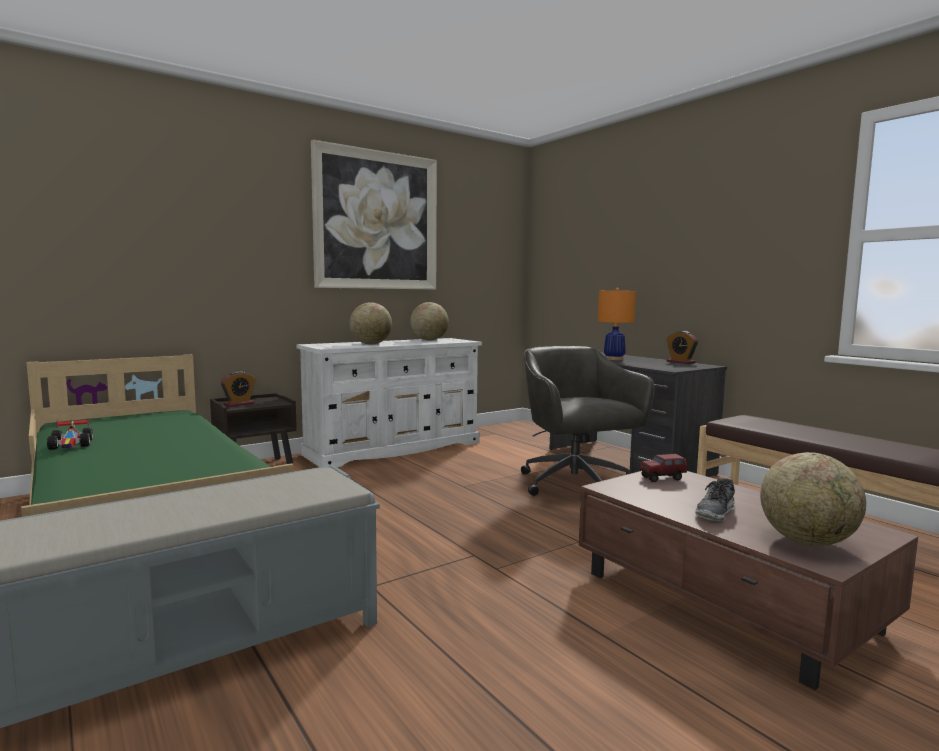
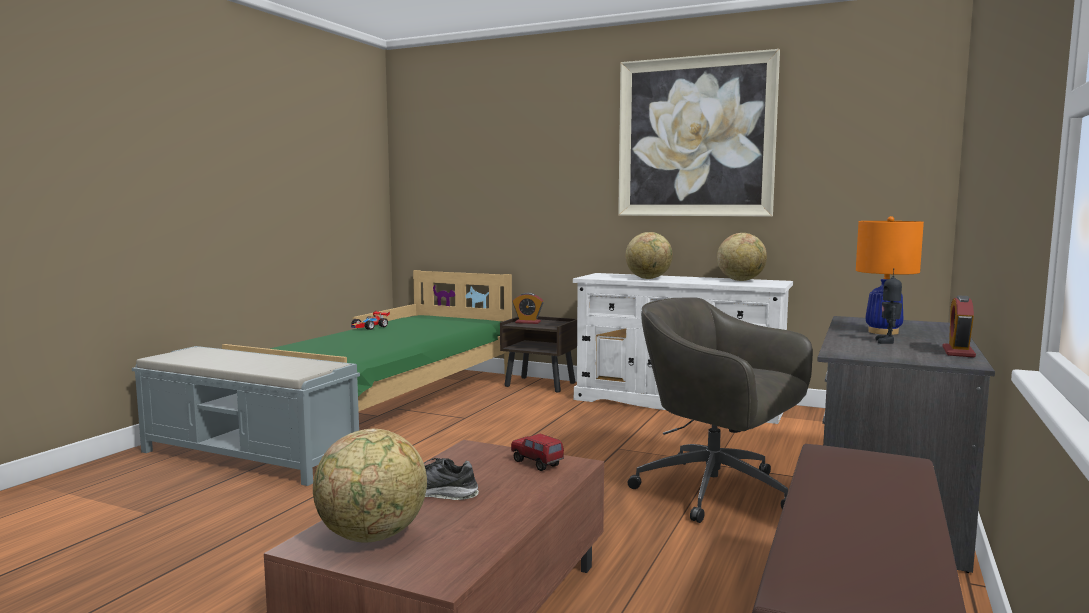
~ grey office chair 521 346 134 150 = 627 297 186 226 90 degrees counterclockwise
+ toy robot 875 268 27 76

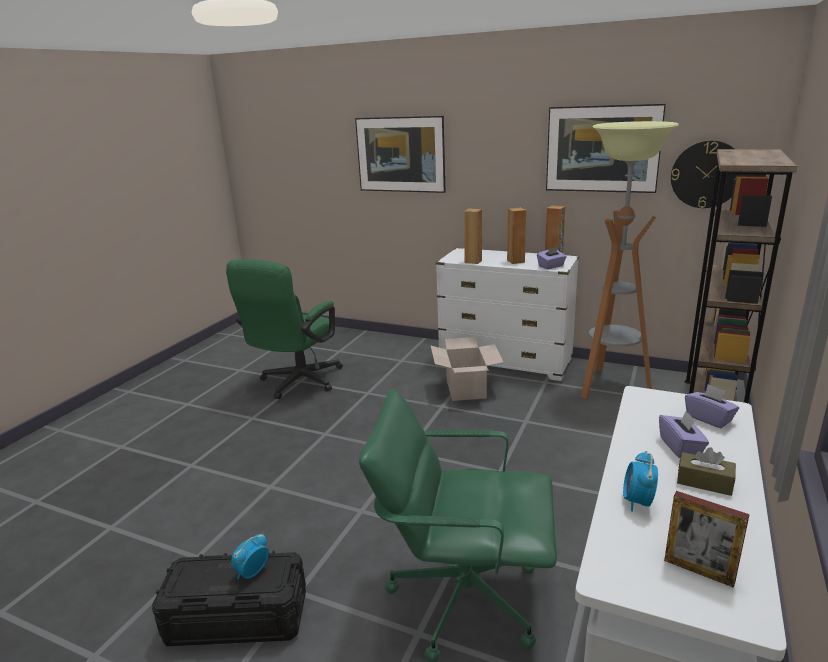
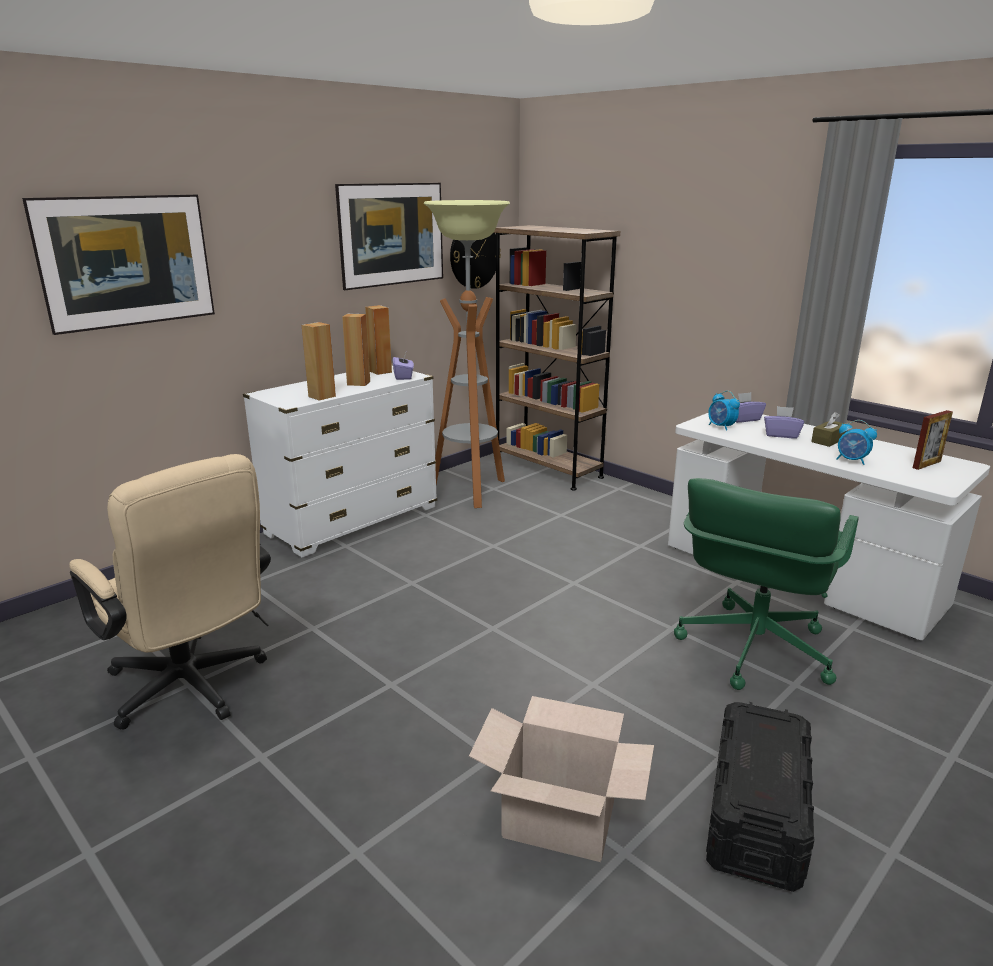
~ green office chair 226 259 117 140 to beige office chair 69 454 202 276
~ cardboard box 430 337 74 64 to 469 696 185 166
~ alarm clock 231 534 38 45 to 708 391 32 40

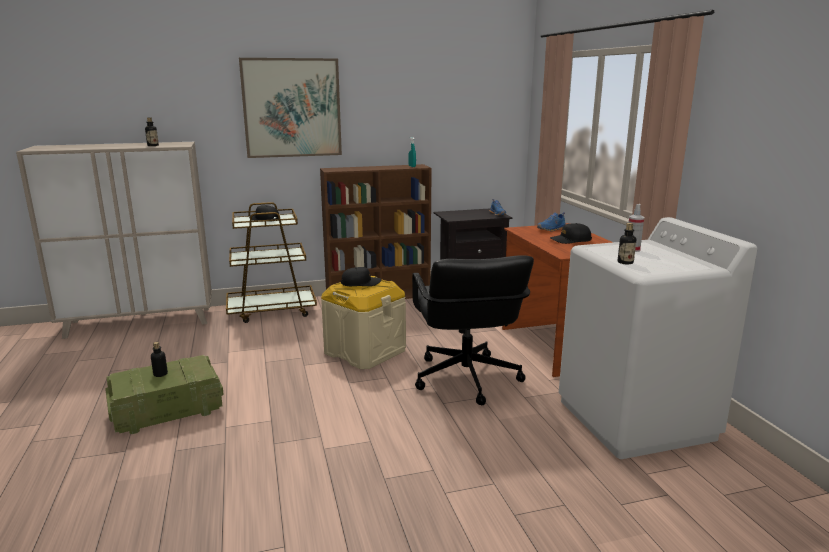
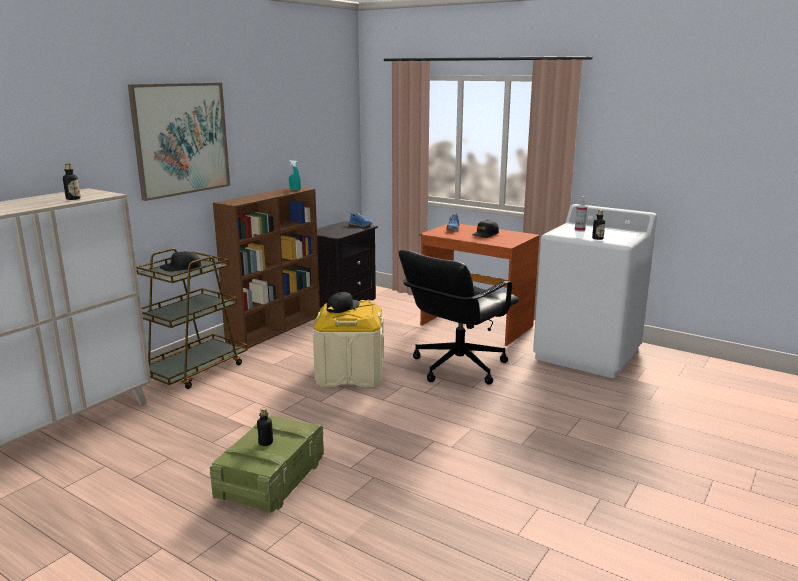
~ black office chair 412 255 122 150 = 399 250 120 135 90 degrees clockwise

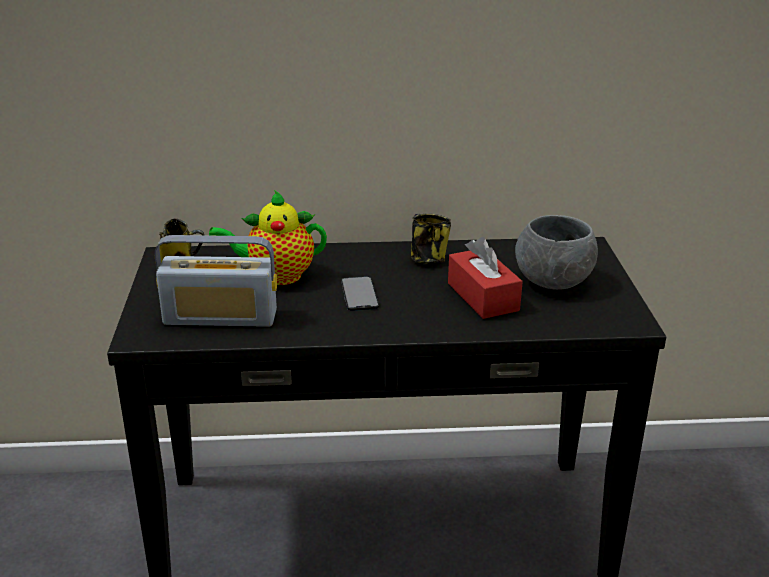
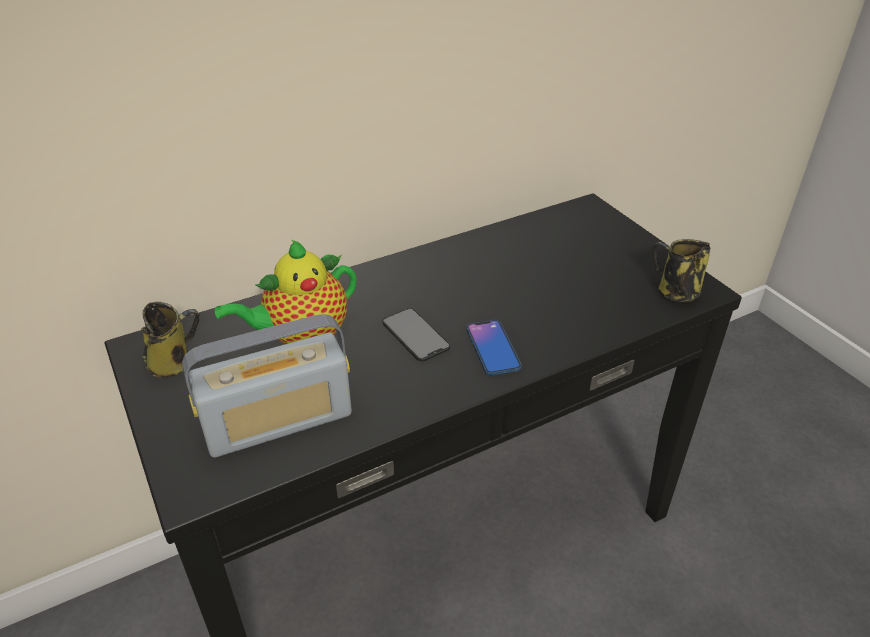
+ phone 466 320 56 56
~ mug 411 213 40 51 to 652 239 58 63
- red tissue box 448 237 75 82
- grey bowl 515 215 83 75

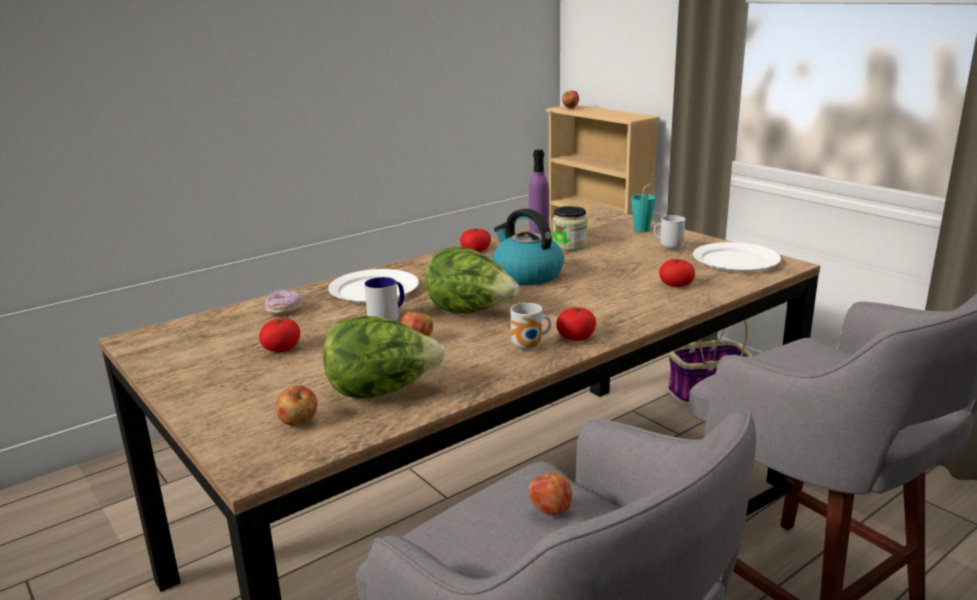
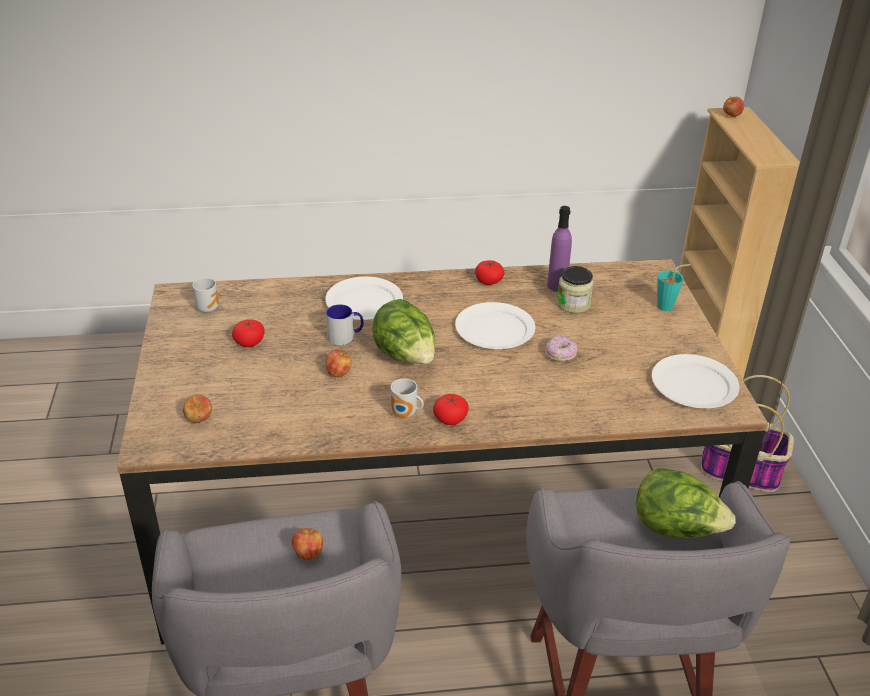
~ mug 654 215 31 35 to 192 278 27 35
~ kettle 492 209 72 76 to white plate 455 302 80 47
~ donut 265 290 37 25 to 545 336 33 26
~ lettuce 323 316 123 83 to 636 468 100 70
- tomato 659 259 36 28

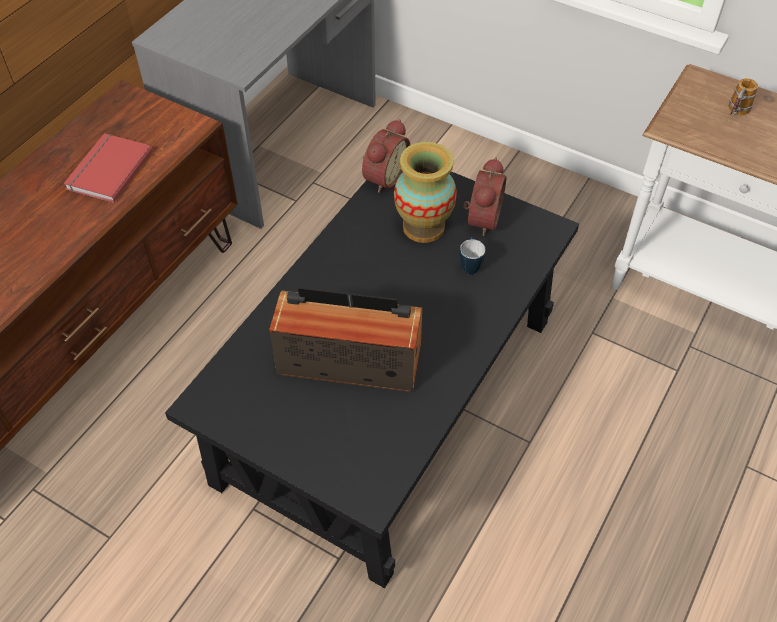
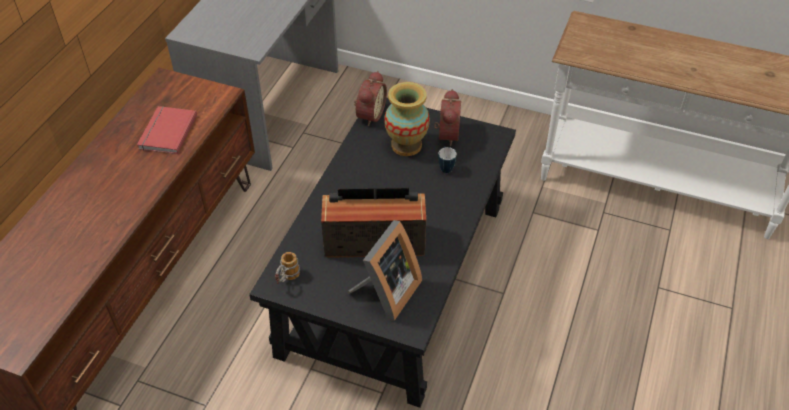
~ mug 728 78 30 37 to 275 252 25 32
+ picture frame 348 220 74 101

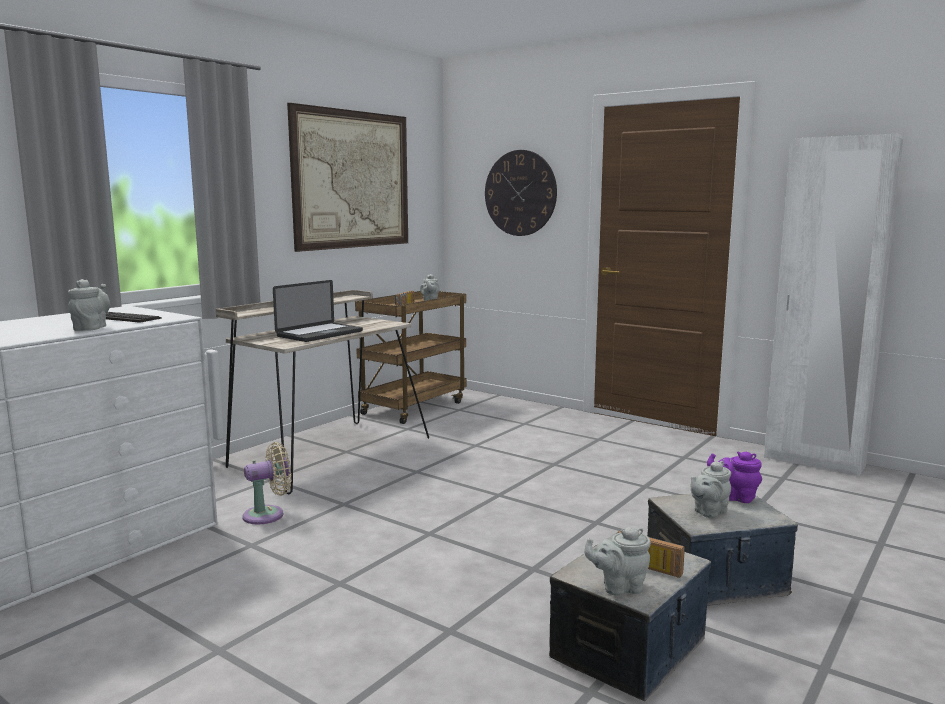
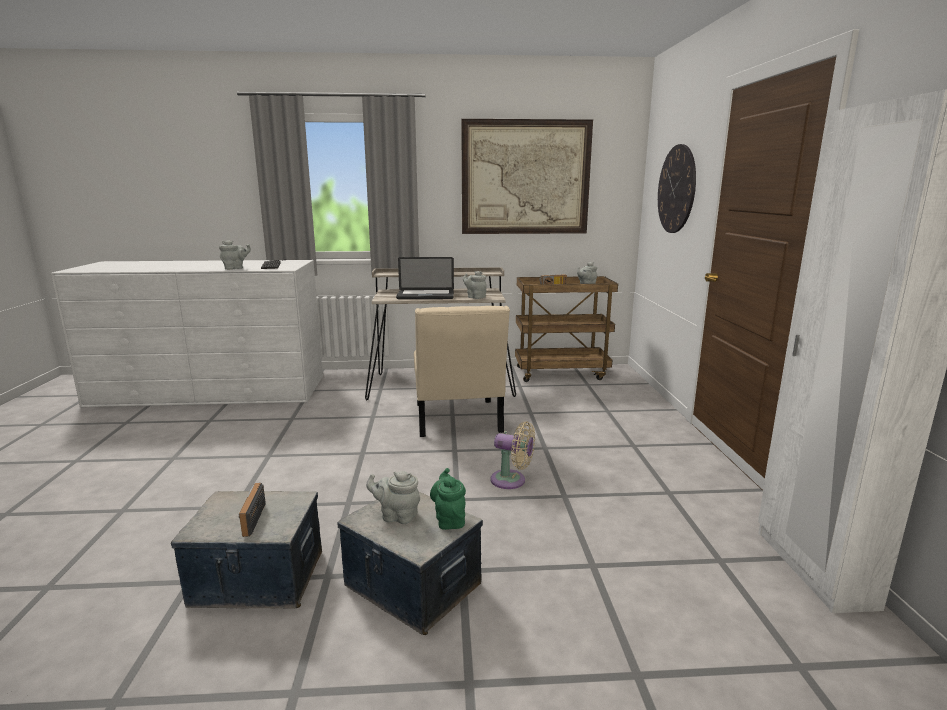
+ beige chair 414 306 96 131
~ purple teapot 707 452 55 51 to green teapot 430 468 36 62
~ grey teapot 584 527 67 69 to 463 271 24 28
~ beige fan 243 442 48 82 to 490 422 45 67

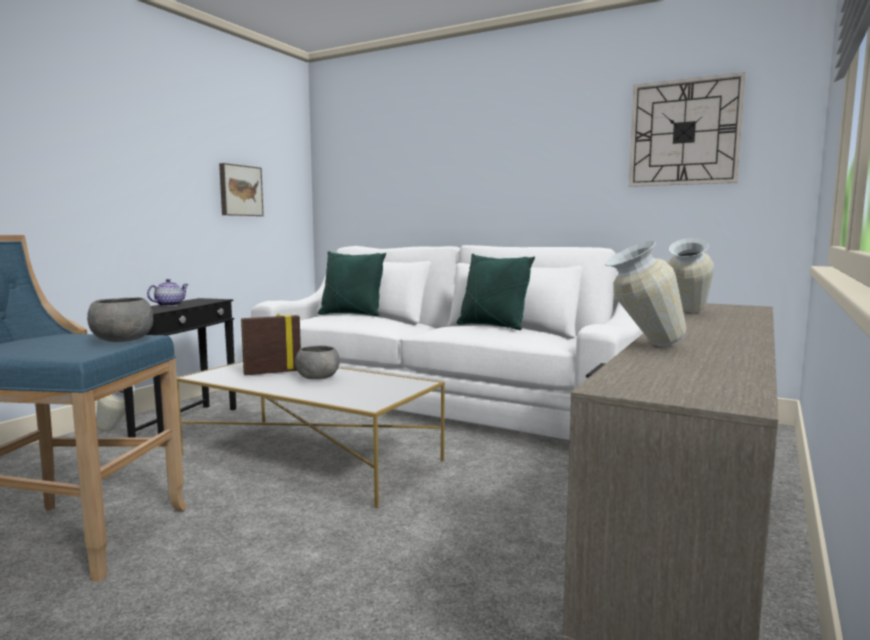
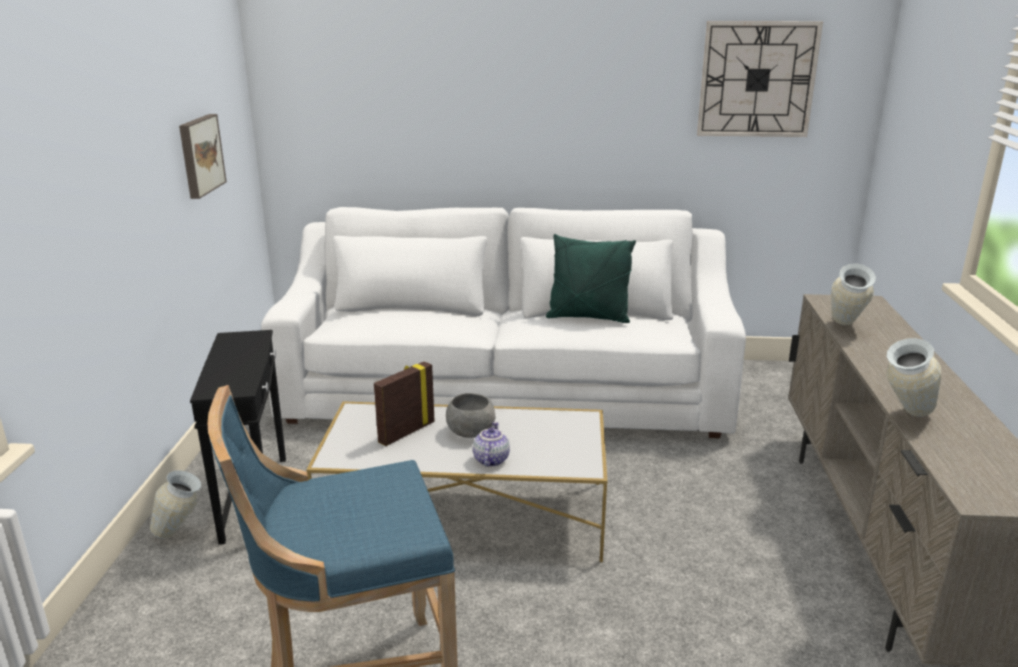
~ teapot 147 279 42 27 to 473 422 37 45
- grey bowl 87 297 66 45
- green pillow 318 251 68 65

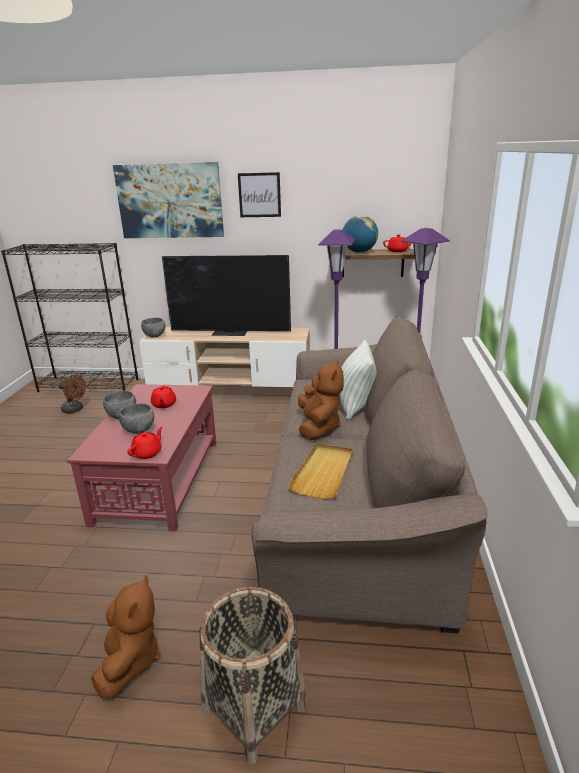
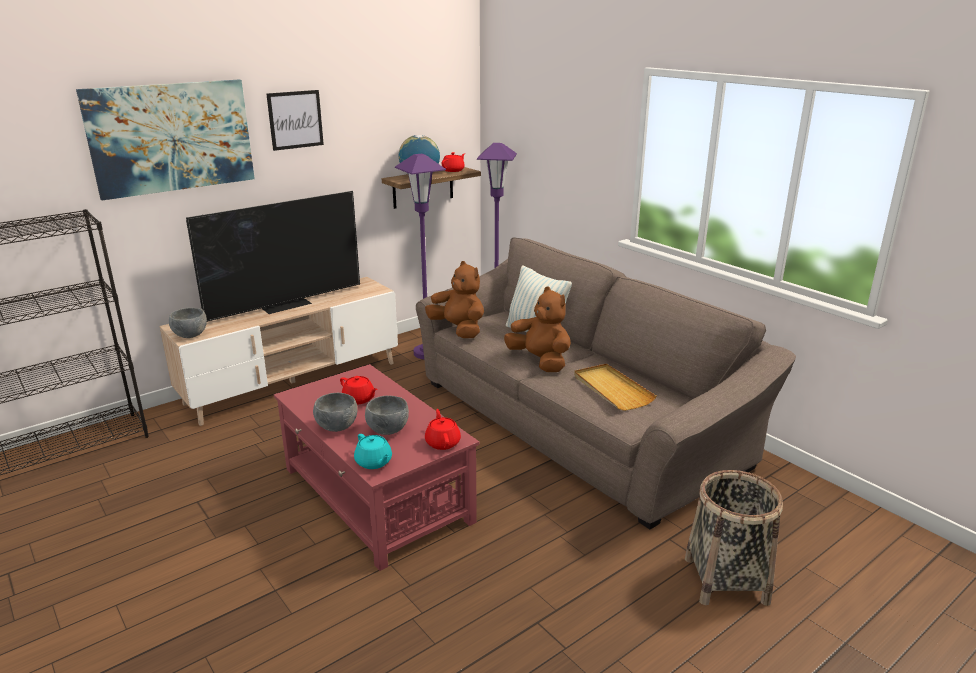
+ turquoise teapot 354 434 38 35
~ brown plush toy 91 575 69 124 to 425 261 59 77
- brown fan 59 374 27 39

